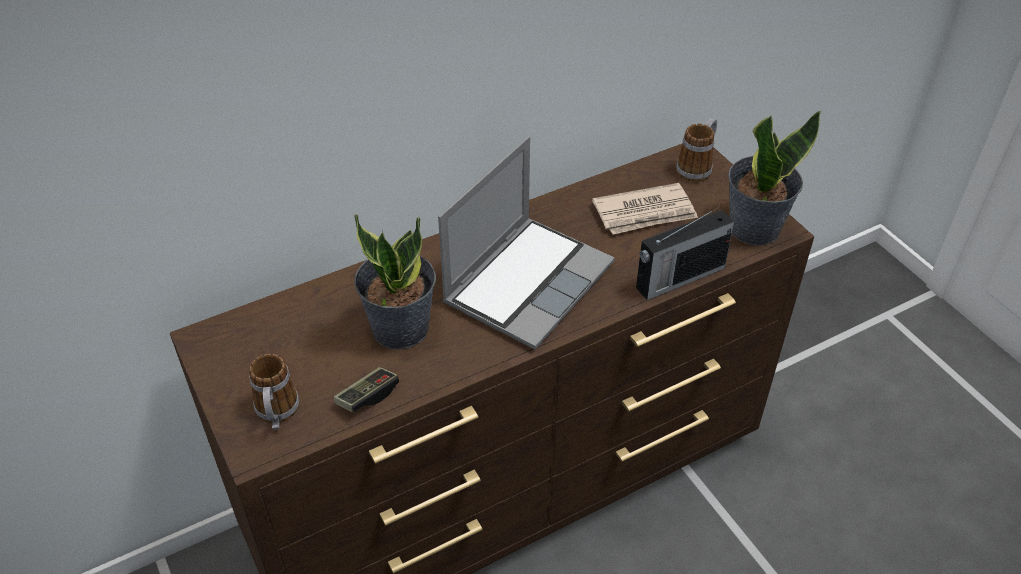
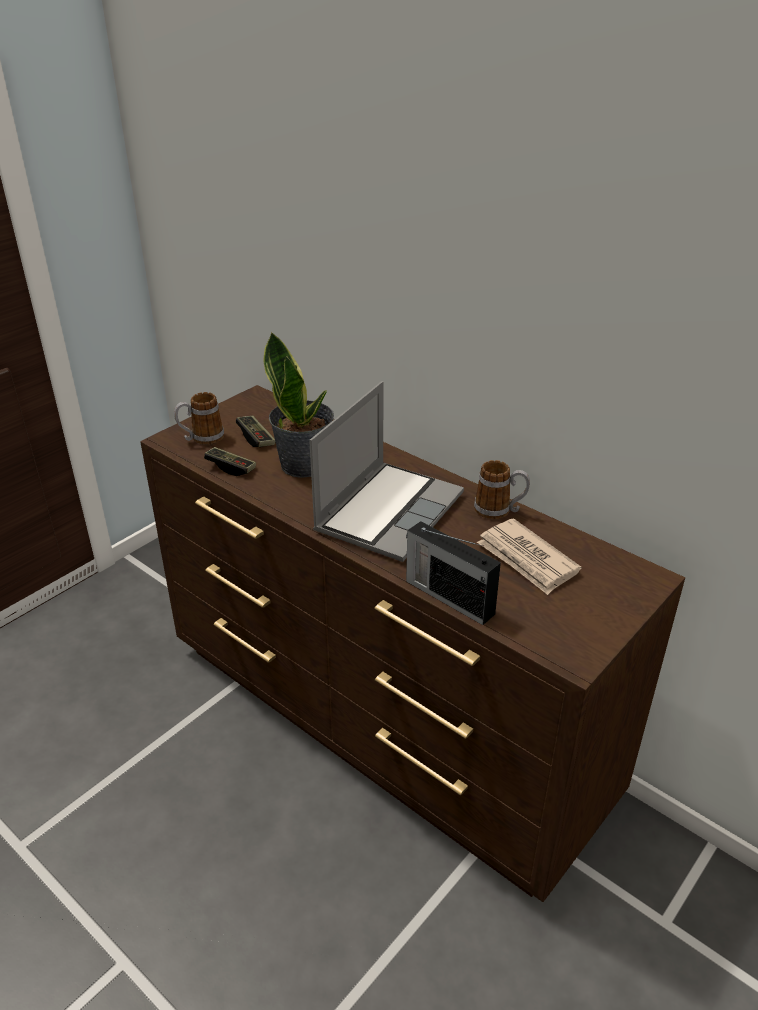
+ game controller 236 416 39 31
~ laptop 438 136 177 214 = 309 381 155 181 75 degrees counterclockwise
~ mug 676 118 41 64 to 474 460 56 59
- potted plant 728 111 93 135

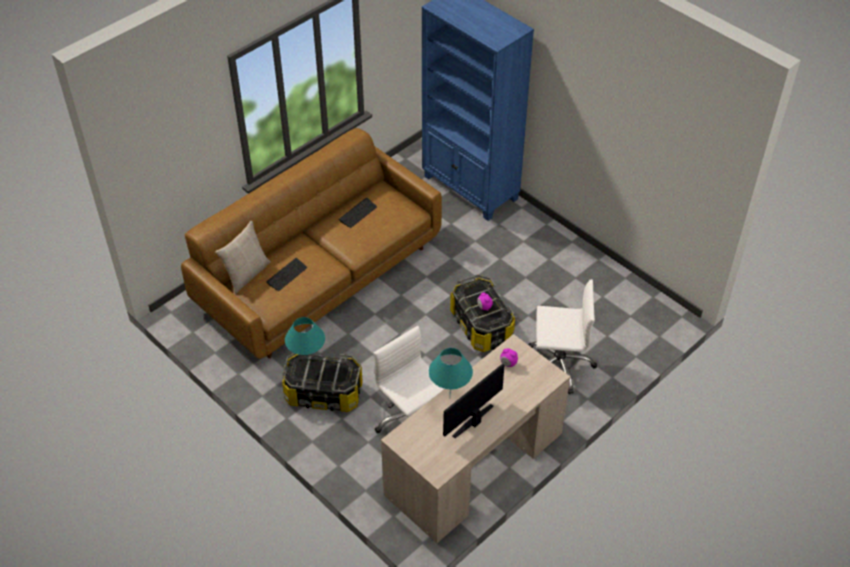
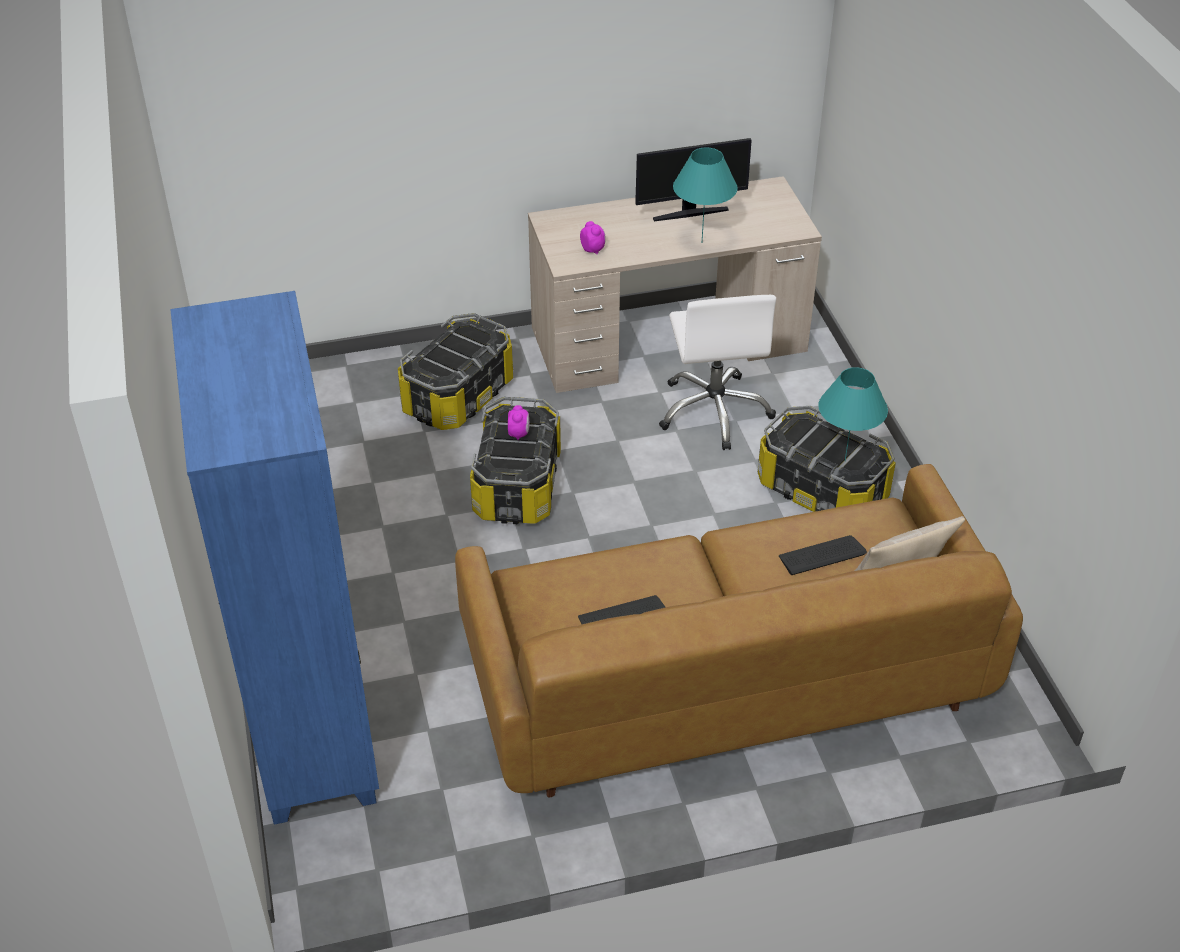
~ white office chair 528 279 69 115 to storage box 398 313 115 117

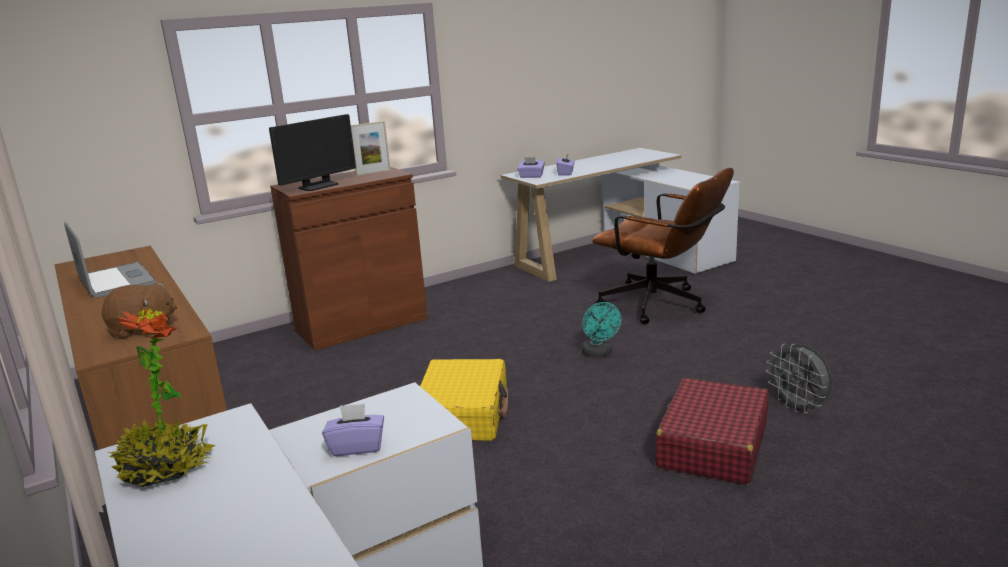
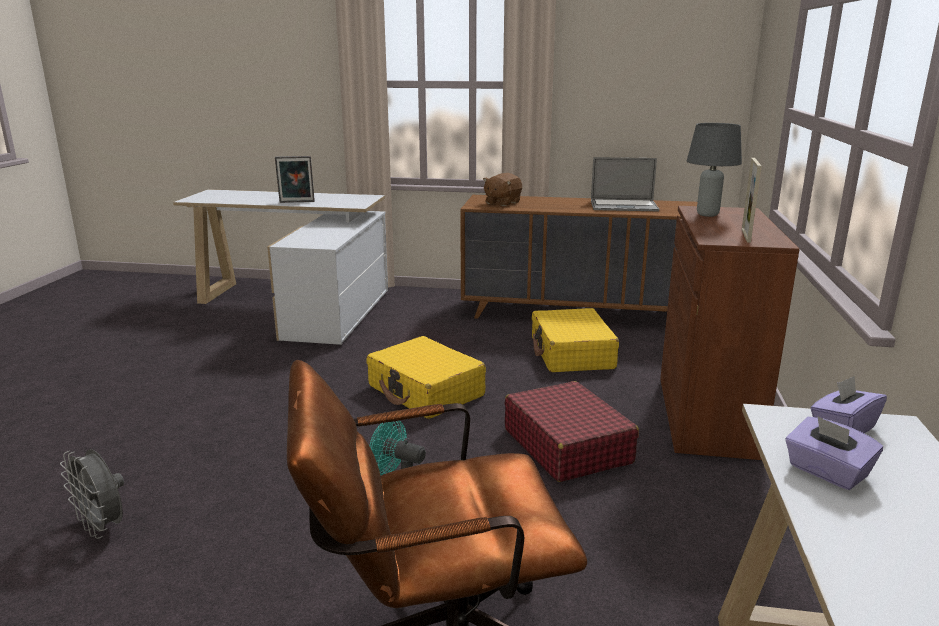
~ grey fan 766 344 66 70 = 60 449 64 90 150 degrees counterclockwise
+ picture frame 275 156 40 47
~ red suitcase 656 378 112 107 to 505 381 134 101
+ yellow suitcase 532 308 87 64
~ monitor 269 114 87 77 to grey table lamp 687 123 55 94
- potted plant 108 308 107 179
- purple tissue box 322 403 62 53

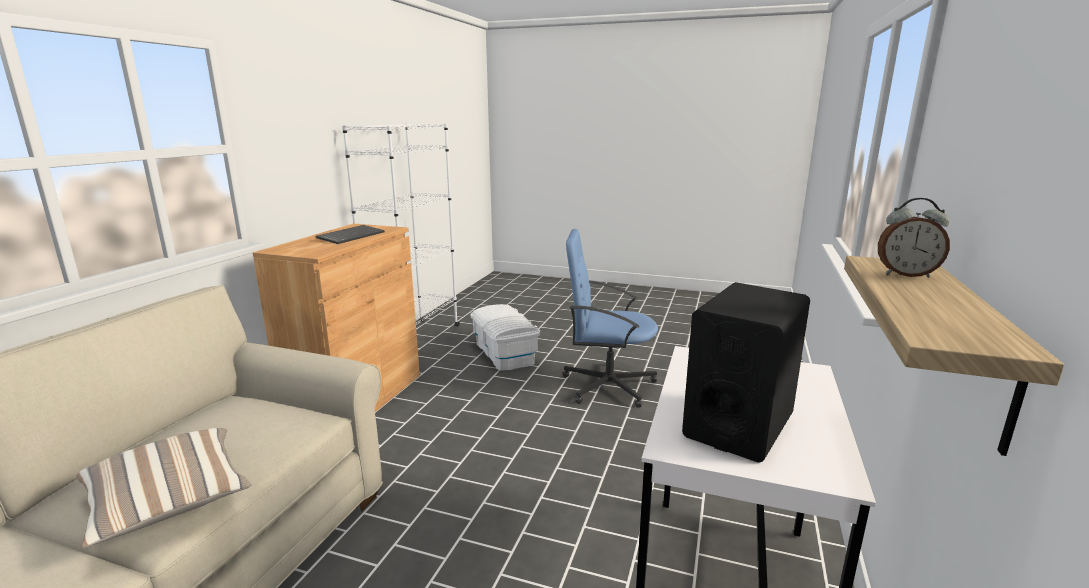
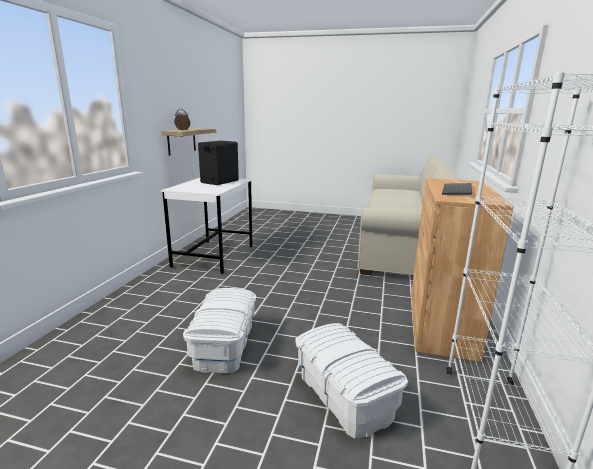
~ blue office chair 563 229 95 179 to white storage box 183 288 73 86
- pillow 77 428 175 120

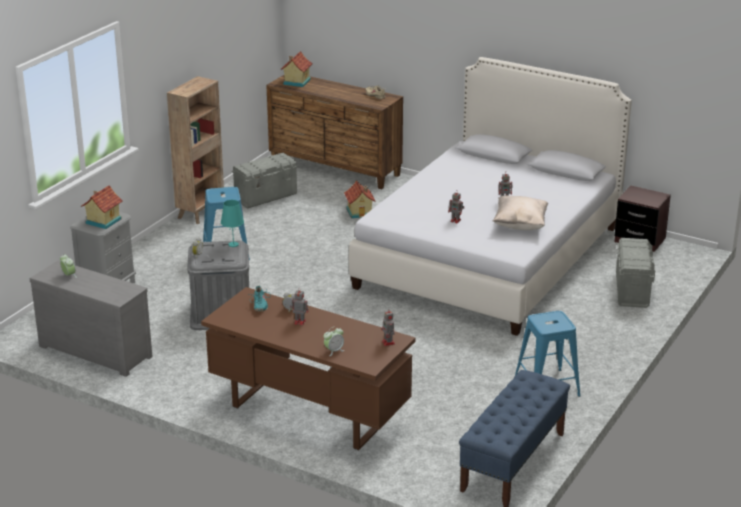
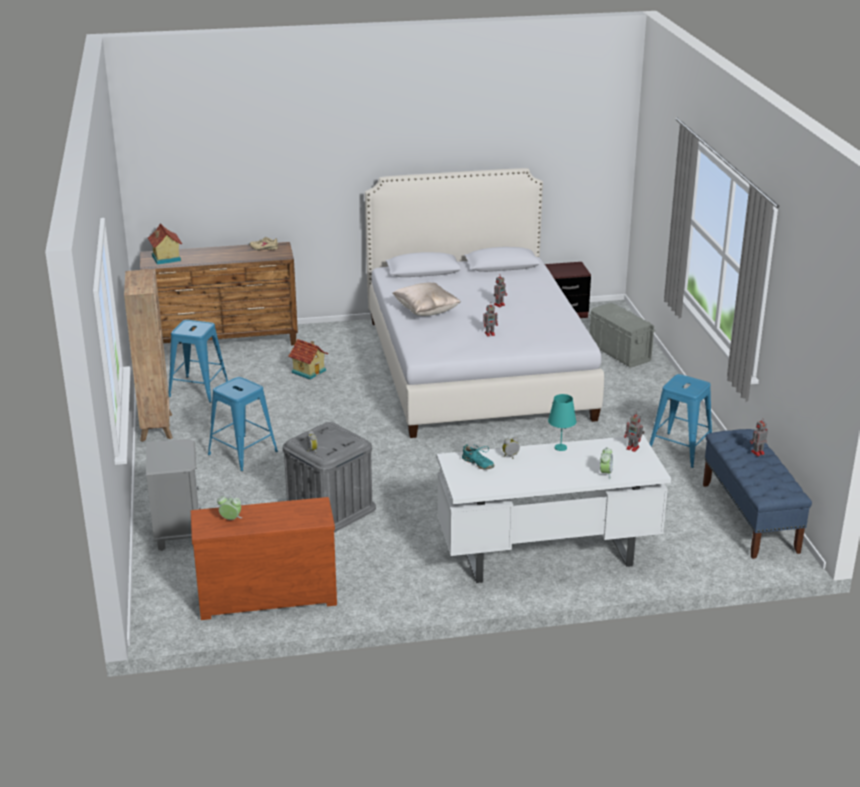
~ grey storage box 232 153 66 56 to blue stool 169 320 59 83
~ grey dresser 29 260 123 117 to brown dresser 191 497 146 123
~ beige pillow 493 196 55 34 to 393 283 68 33
~ brown desk 201 287 215 163 to white desk 437 435 234 148
~ turquoise table lamp 221 200 23 47 to 548 394 28 57
~ toy robot 290 288 18 37 to 750 419 18 37
- toy house 81 185 42 44

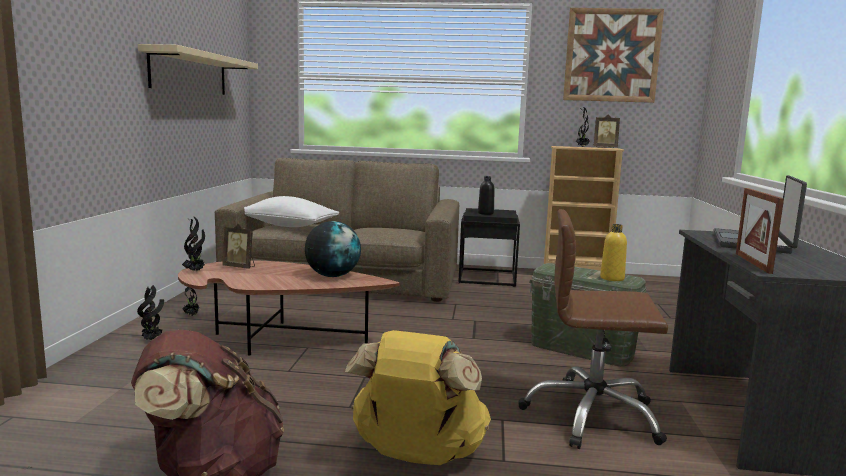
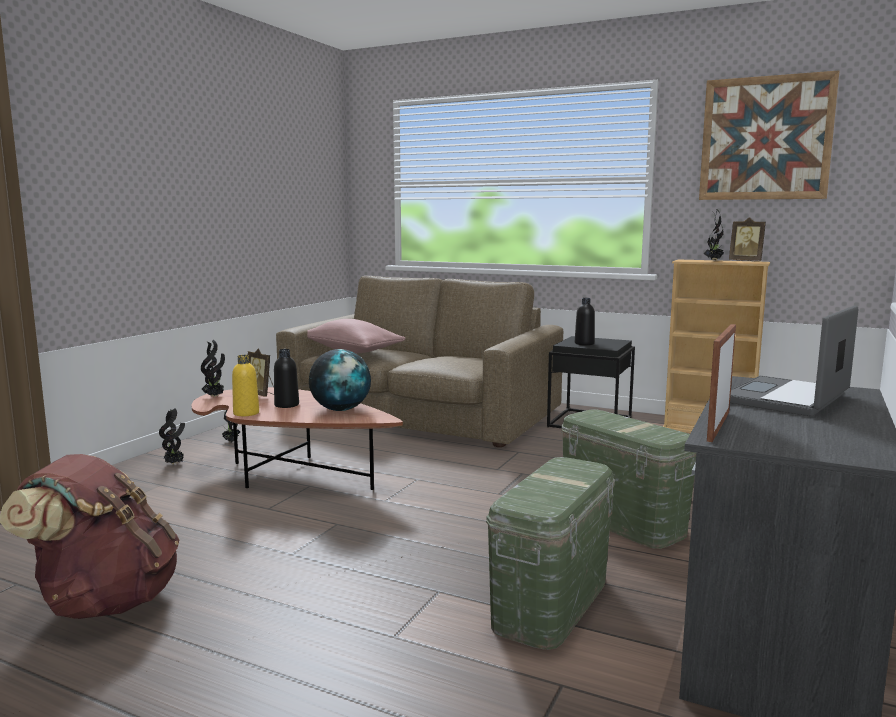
~ yellow bottle 600 224 27 57 to 232 355 27 61
+ black bottle 274 349 25 59
~ white pillow 244 196 95 31 to pink pillow 307 319 99 34
~ brown office chair 518 209 150 240 to green storage box 486 457 129 193
- beige shelf 138 44 120 51
- yellow backpack 345 330 146 135

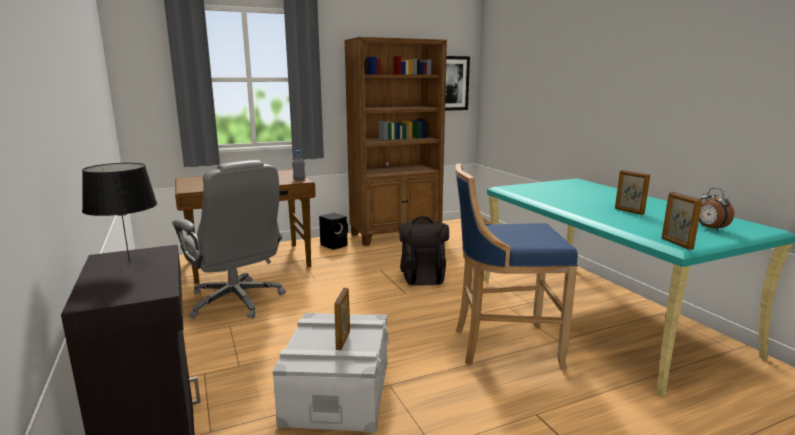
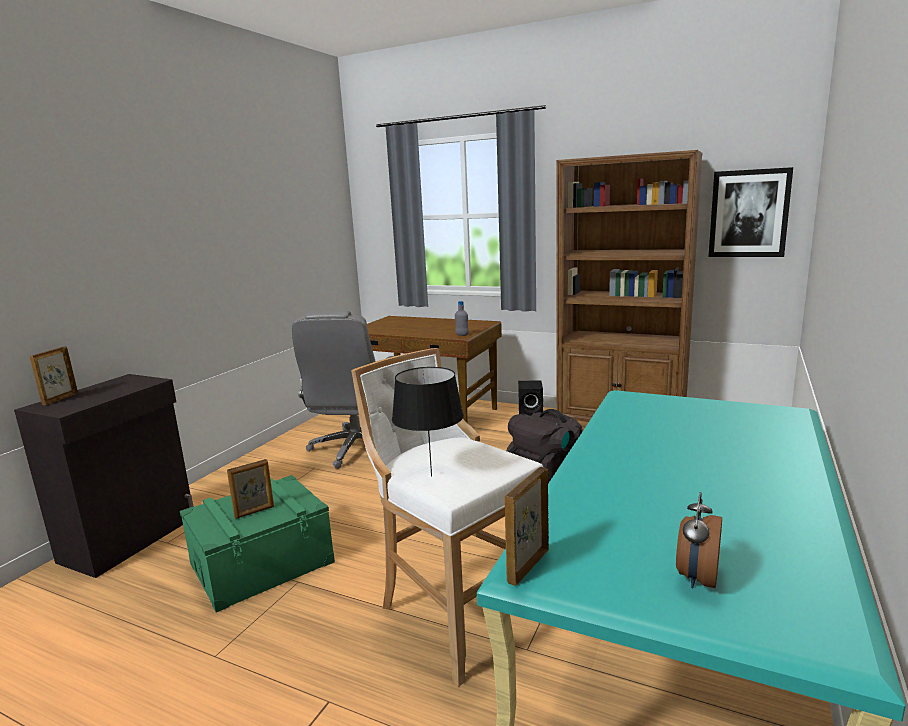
~ picture frame 615 170 35 45 to 30 346 48 59
~ grey storage box 273 313 116 120 to green storage box 180 475 155 137
~ blue stool 456 163 122 207 to white stool 351 348 192 339
~ black table lamp 82 163 75 100 to 392 367 72 110

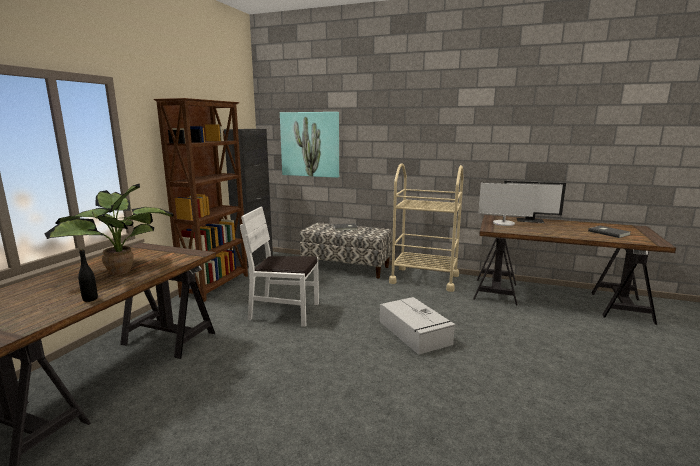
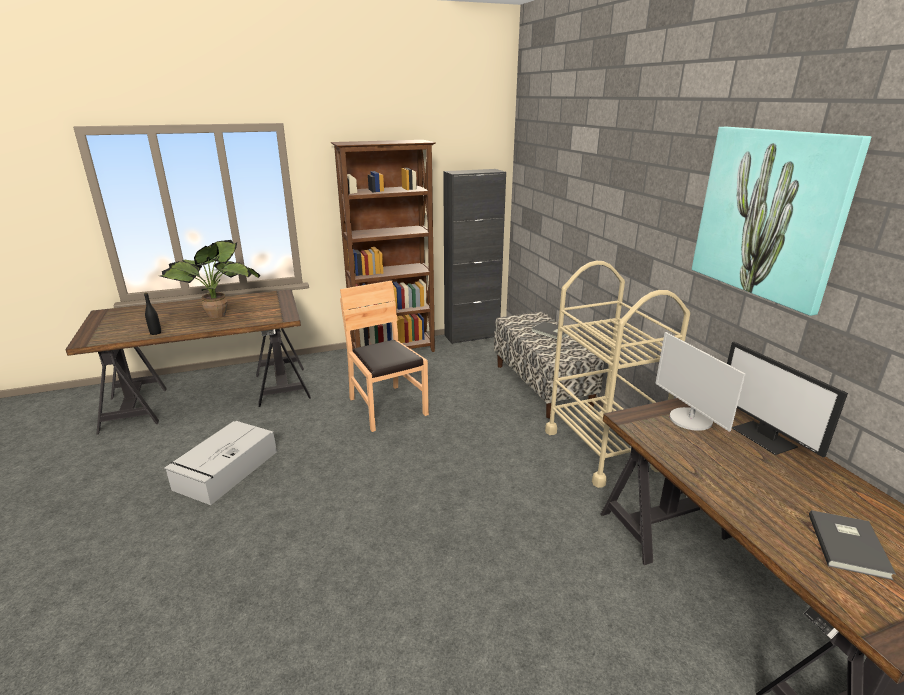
~ grey storage box 380 297 76 58 to 164 421 113 84
~ white chair 240 206 79 121 to brown chair 340 281 89 151
~ picture 280 112 59 66 to 692 127 179 189

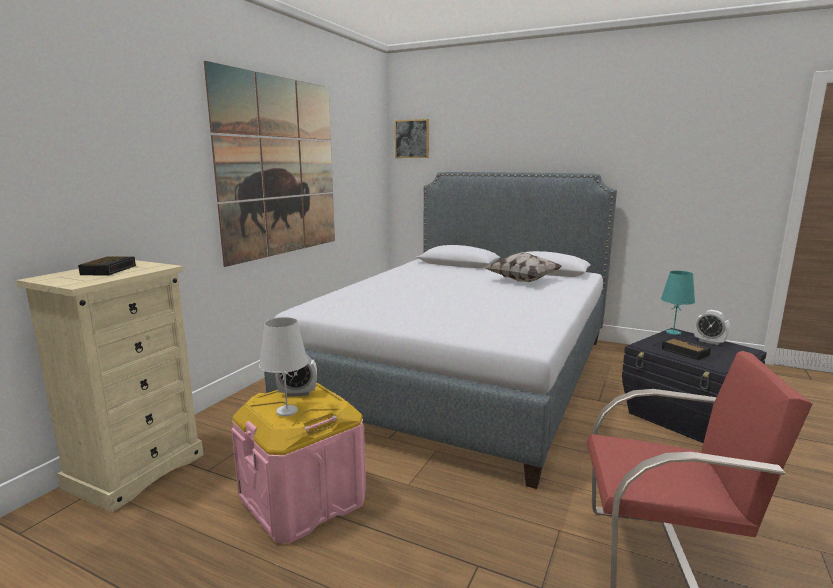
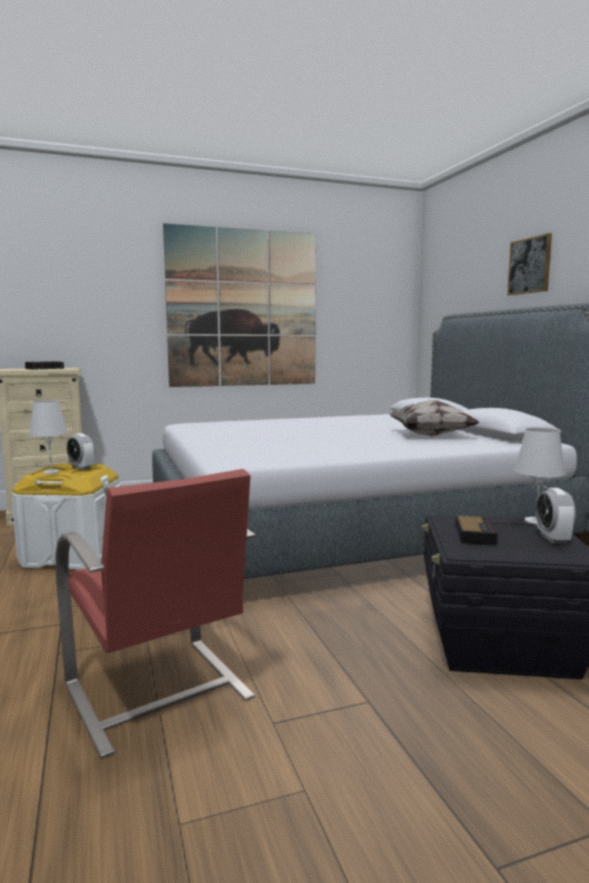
~ pink storage box 231 383 135 160 to white storage box 12 464 109 105
~ picture 395 119 34 39 to 507 233 45 62
~ turquoise table lamp 661 271 34 64 to white table lamp 514 427 51 98

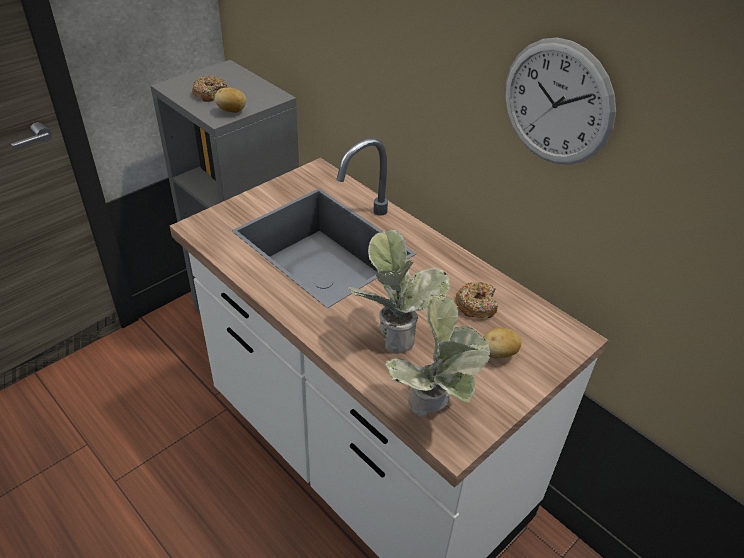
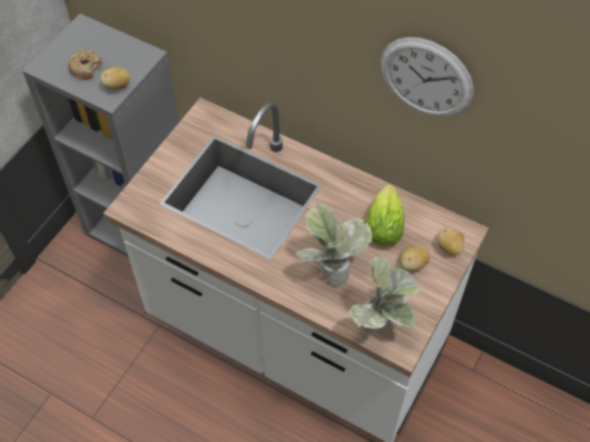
~ donut 456 282 42 36 to lettuce 365 185 39 61
+ potato 437 227 27 29

